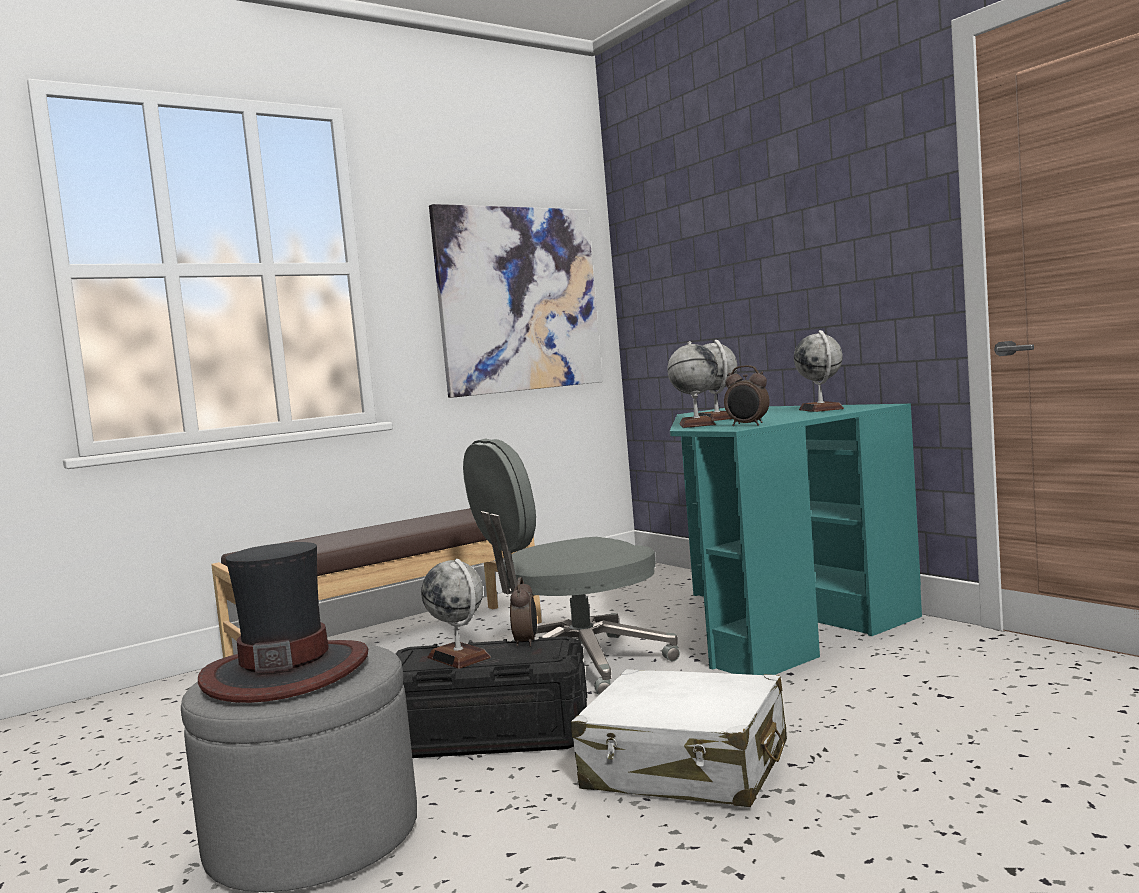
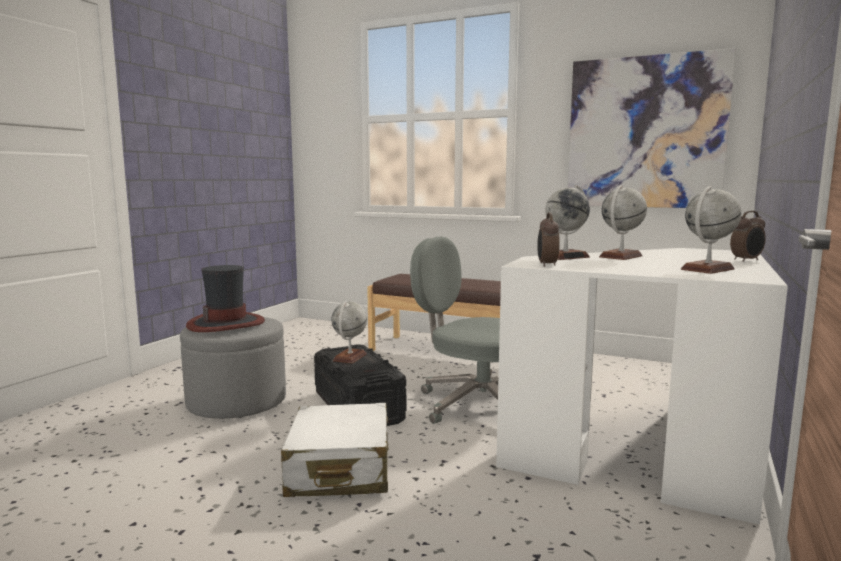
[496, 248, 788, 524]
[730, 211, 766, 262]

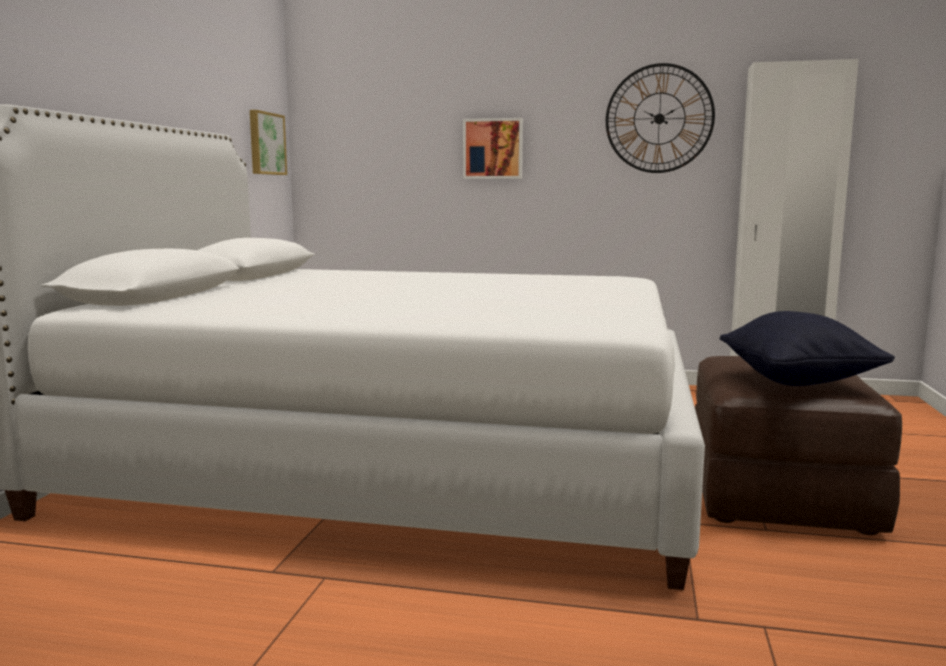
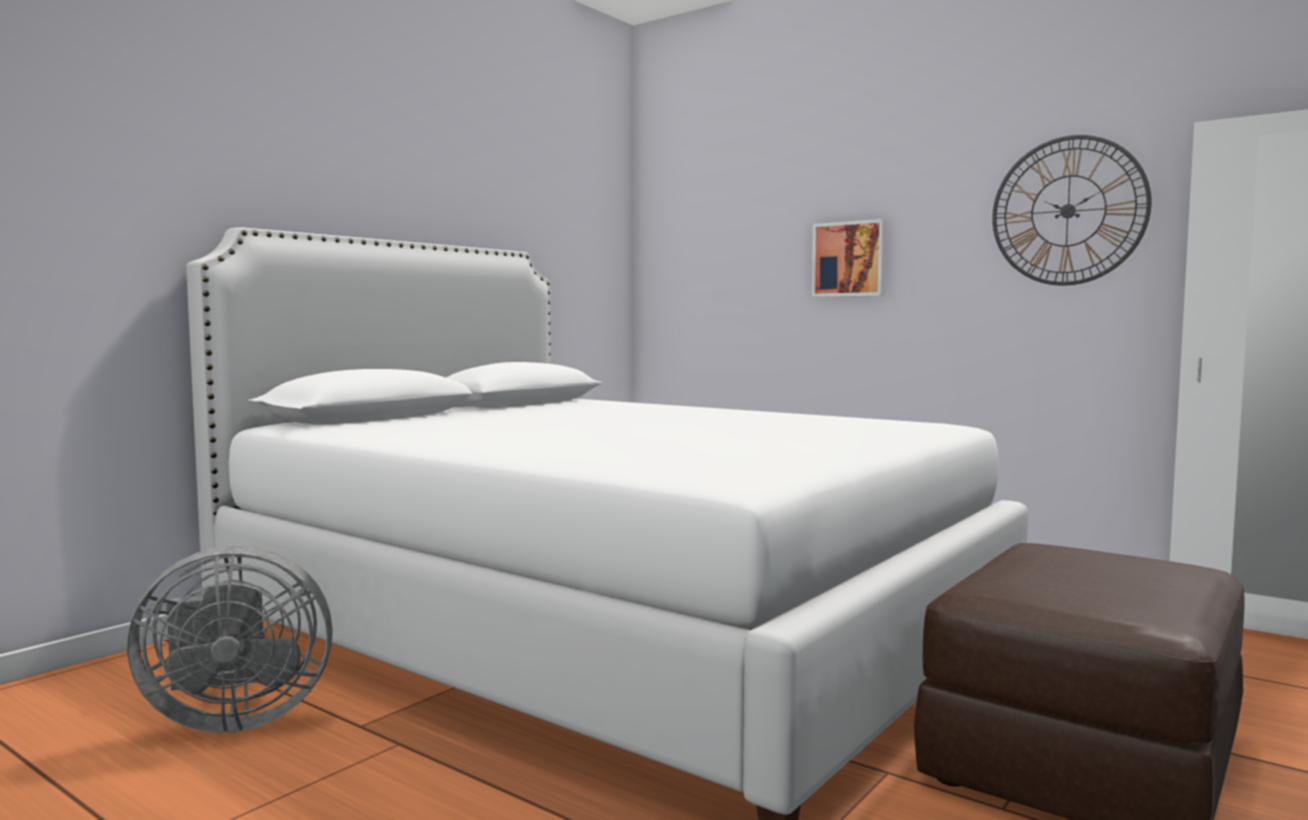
[127, 545, 333, 733]
[250, 110, 287, 175] (first image)
[719, 311, 895, 386] (first image)

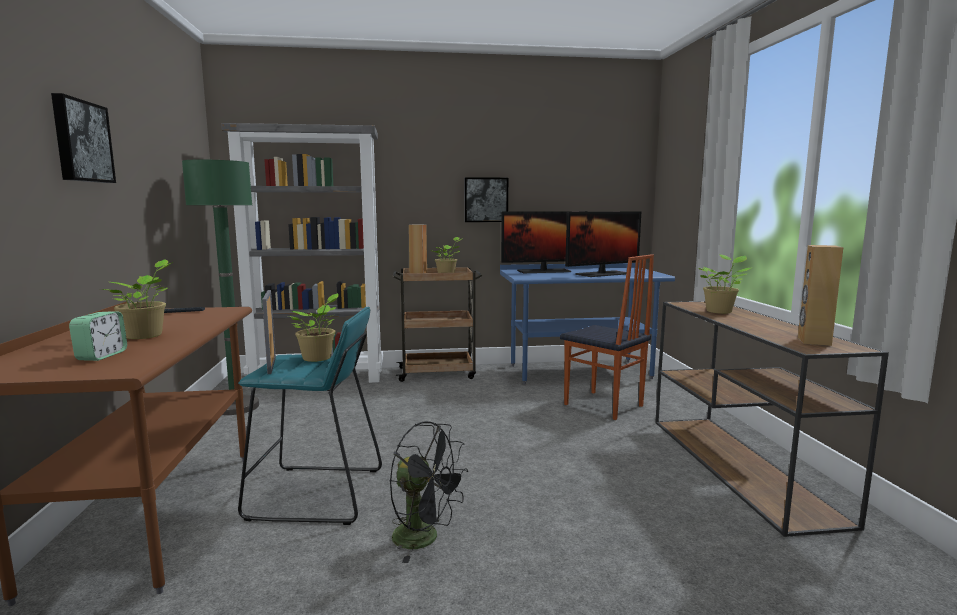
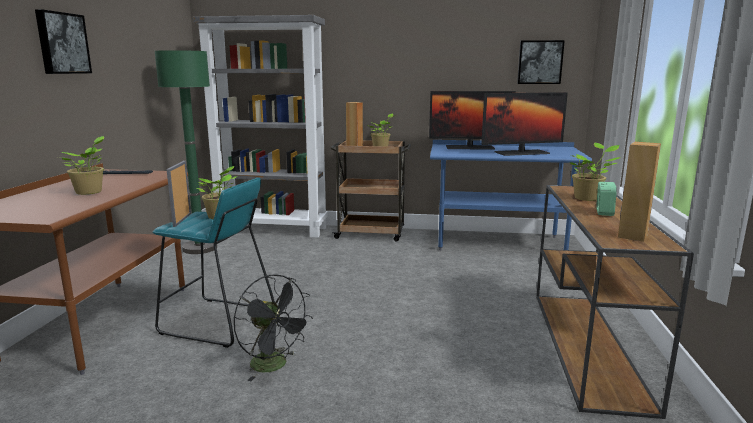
[517, 40, 565, 84]
[596, 182, 617, 216]
[560, 254, 654, 420] (first image)

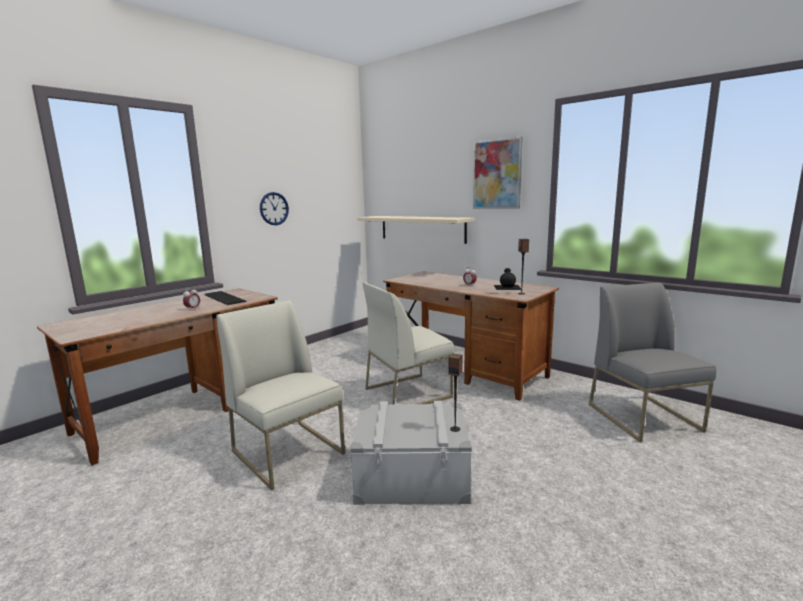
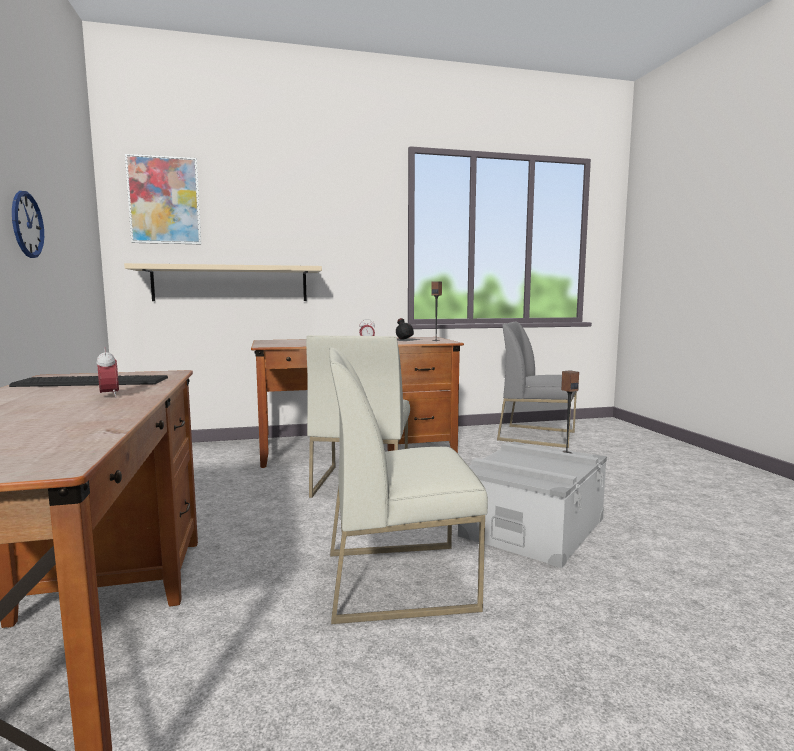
[125, 154, 201, 244]

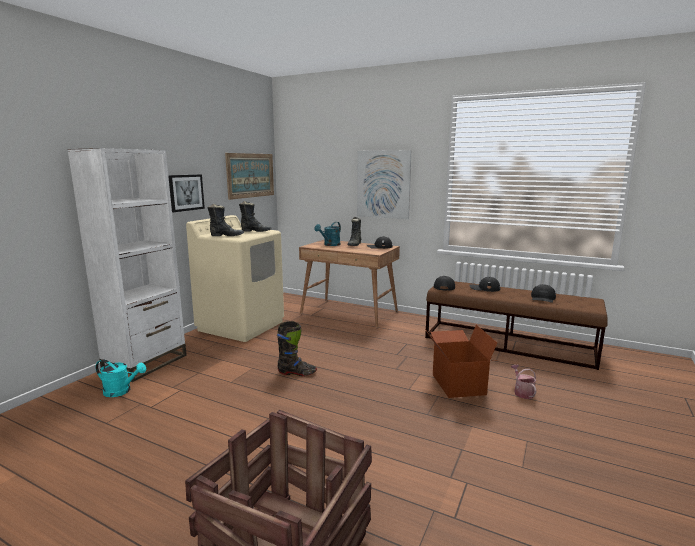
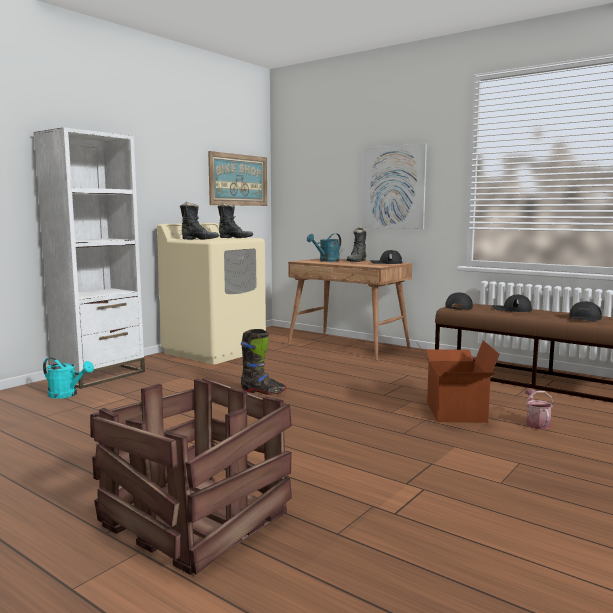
[168, 174, 205, 212] (first image)

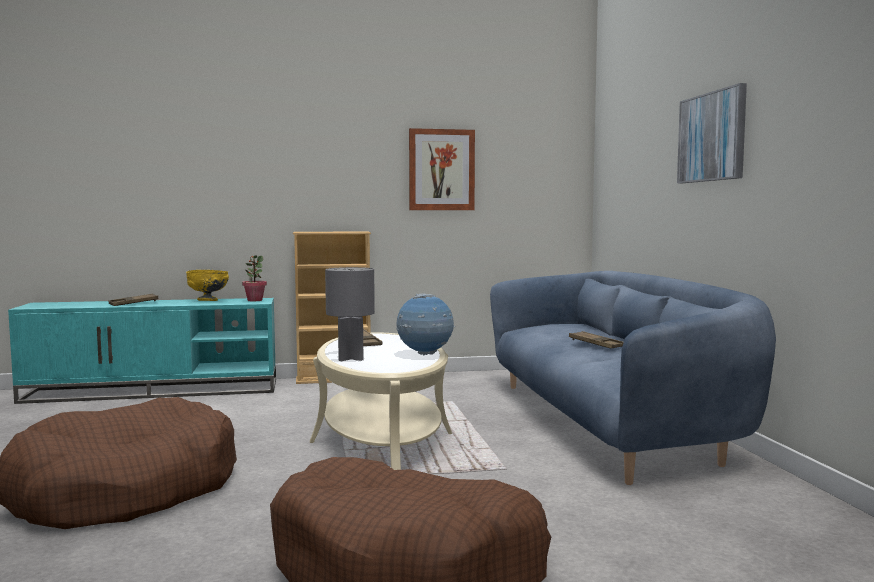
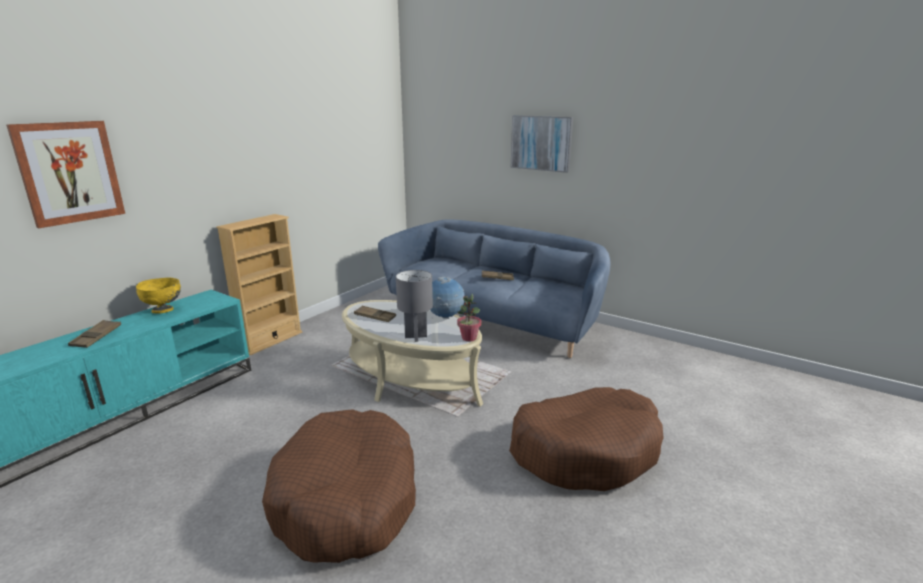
[6, 121, 125, 228]
[457, 294, 481, 342]

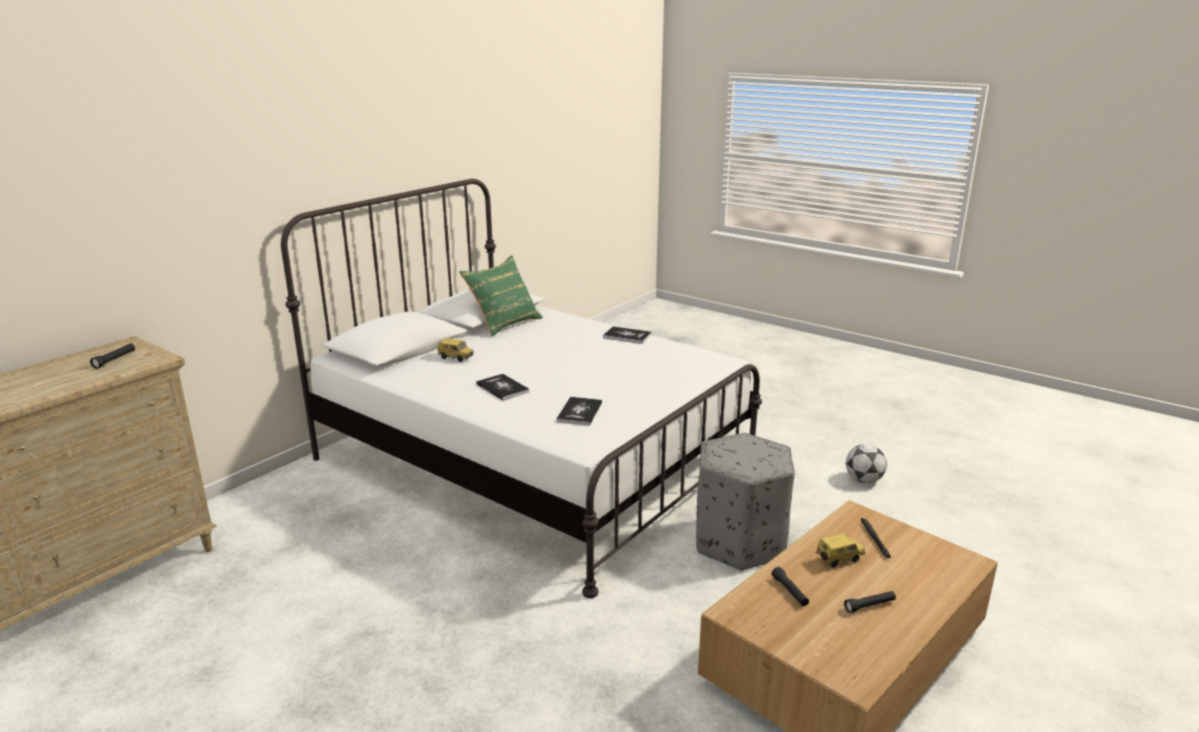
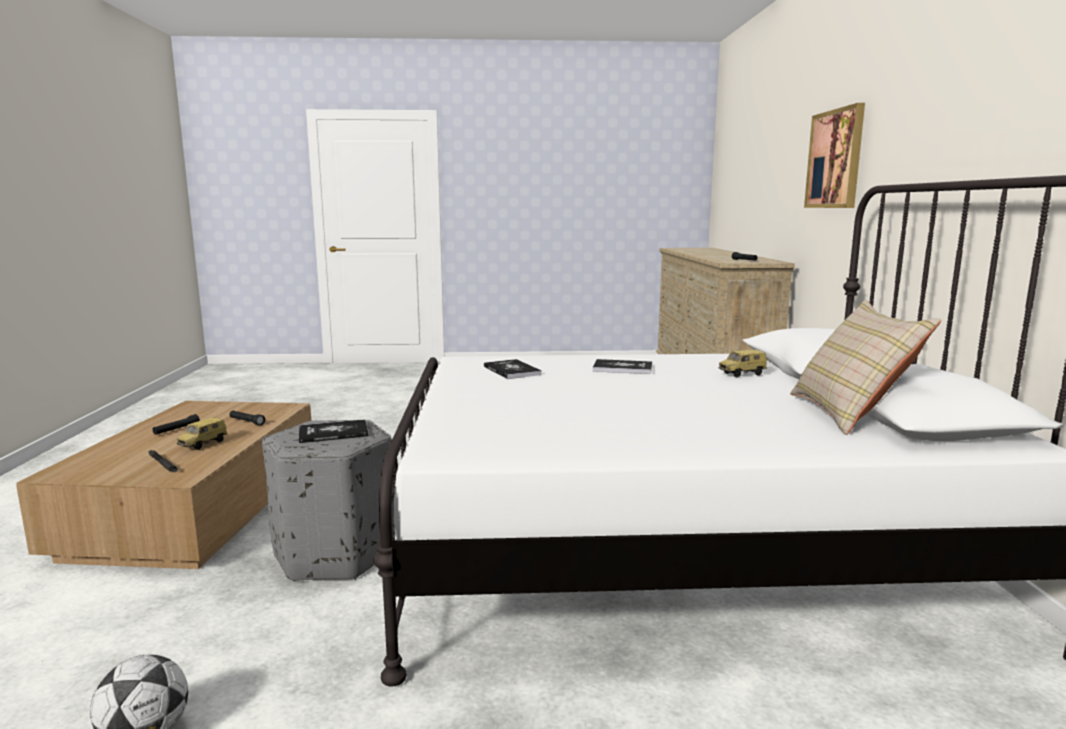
[299, 419, 369, 443]
[790, 300, 941, 435]
[804, 103, 865, 208]

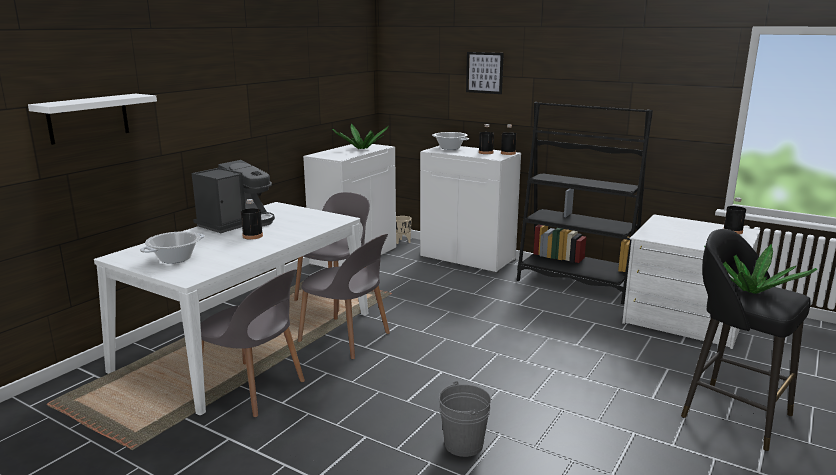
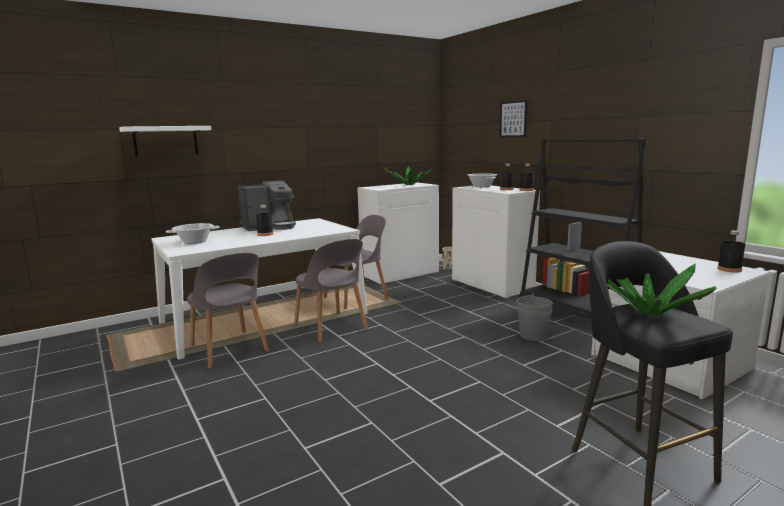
[517, 294, 553, 341]

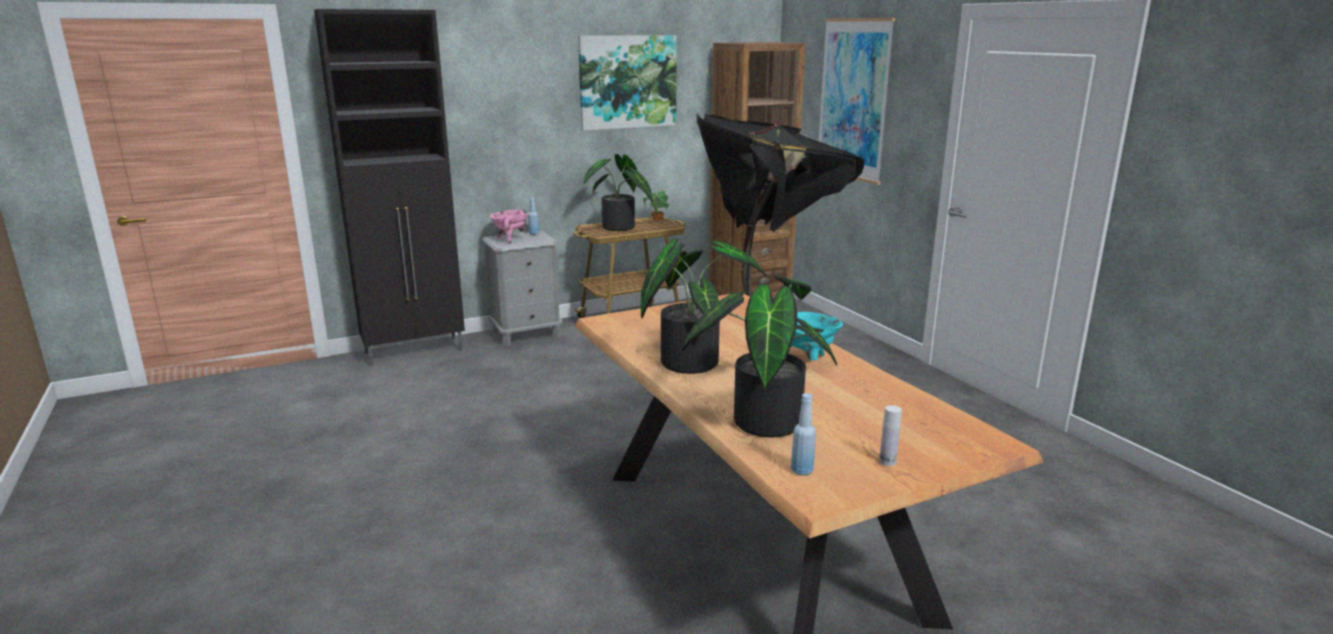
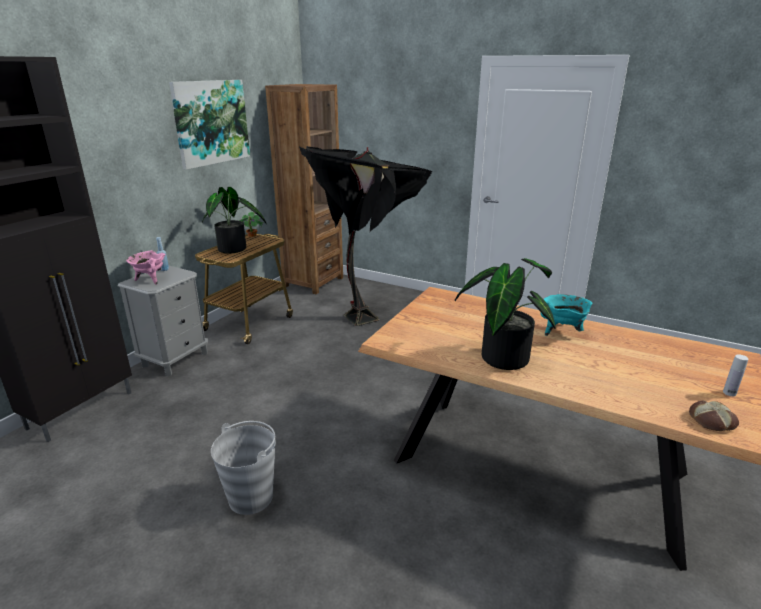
[211, 421, 275, 515]
[689, 400, 739, 431]
[681, 275, 837, 437] (first image)
[819, 18, 896, 185] (first image)

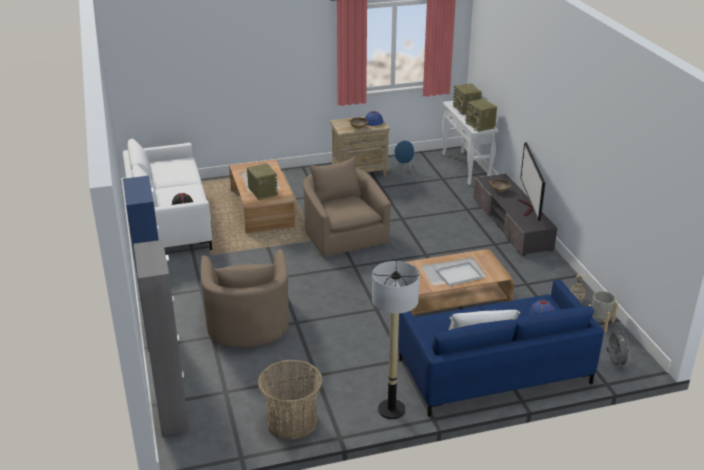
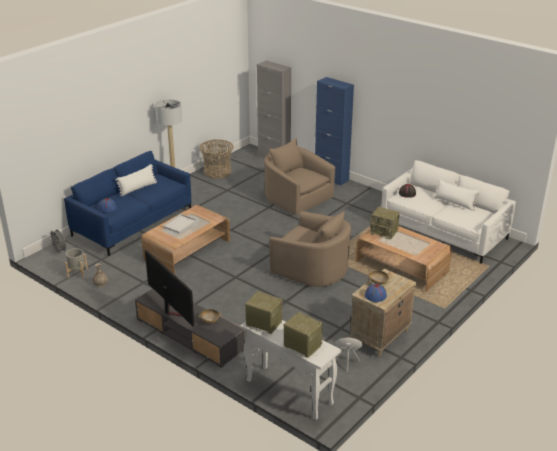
[433, 179, 480, 211]

